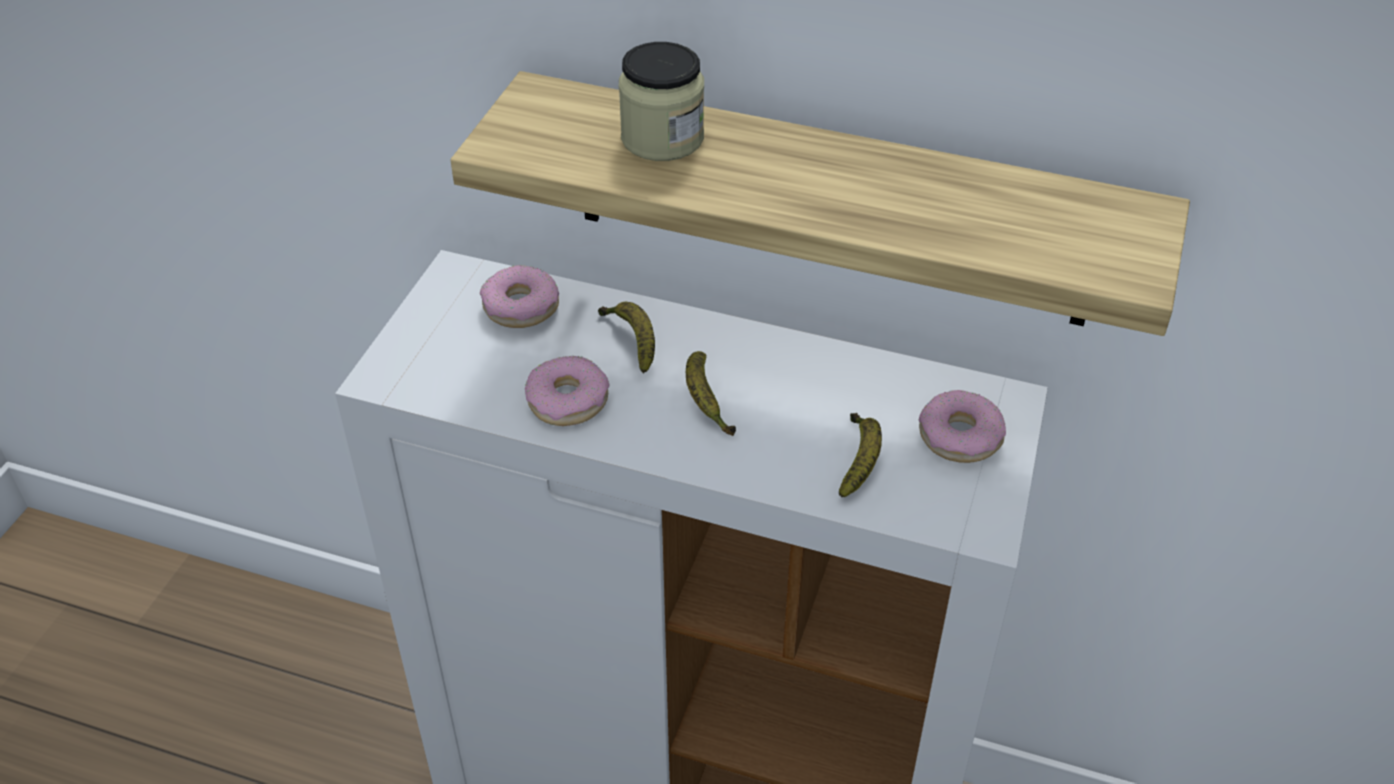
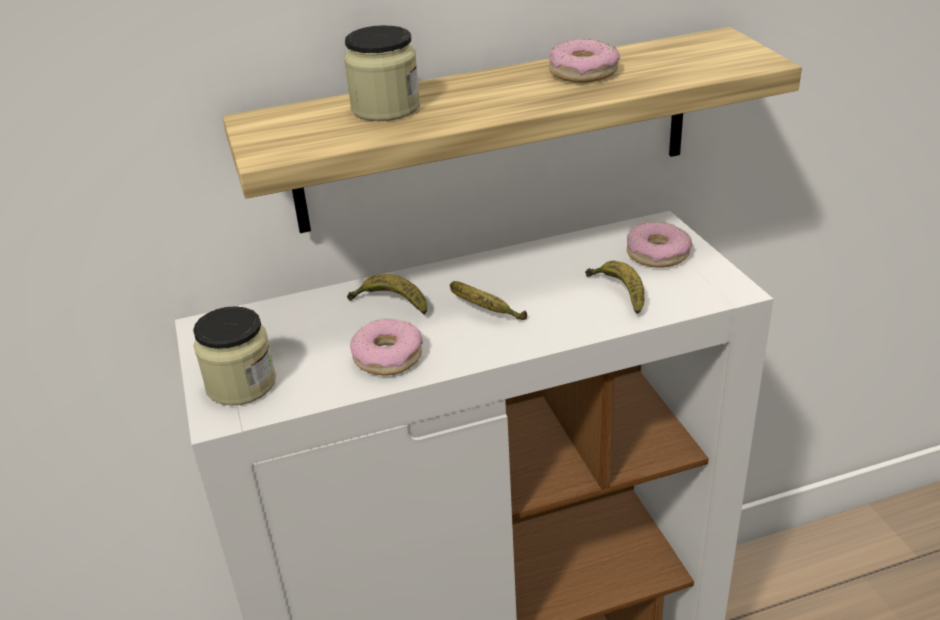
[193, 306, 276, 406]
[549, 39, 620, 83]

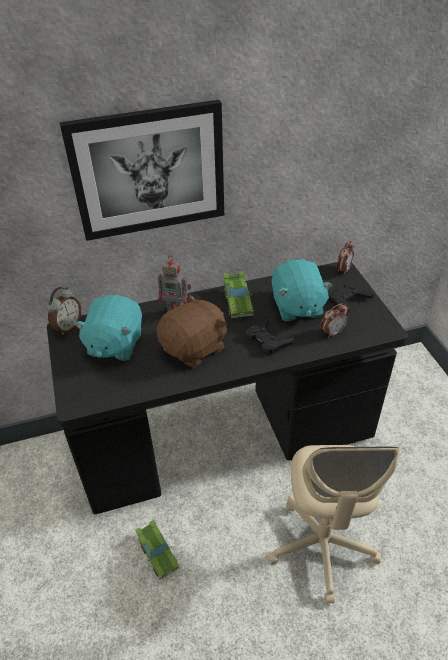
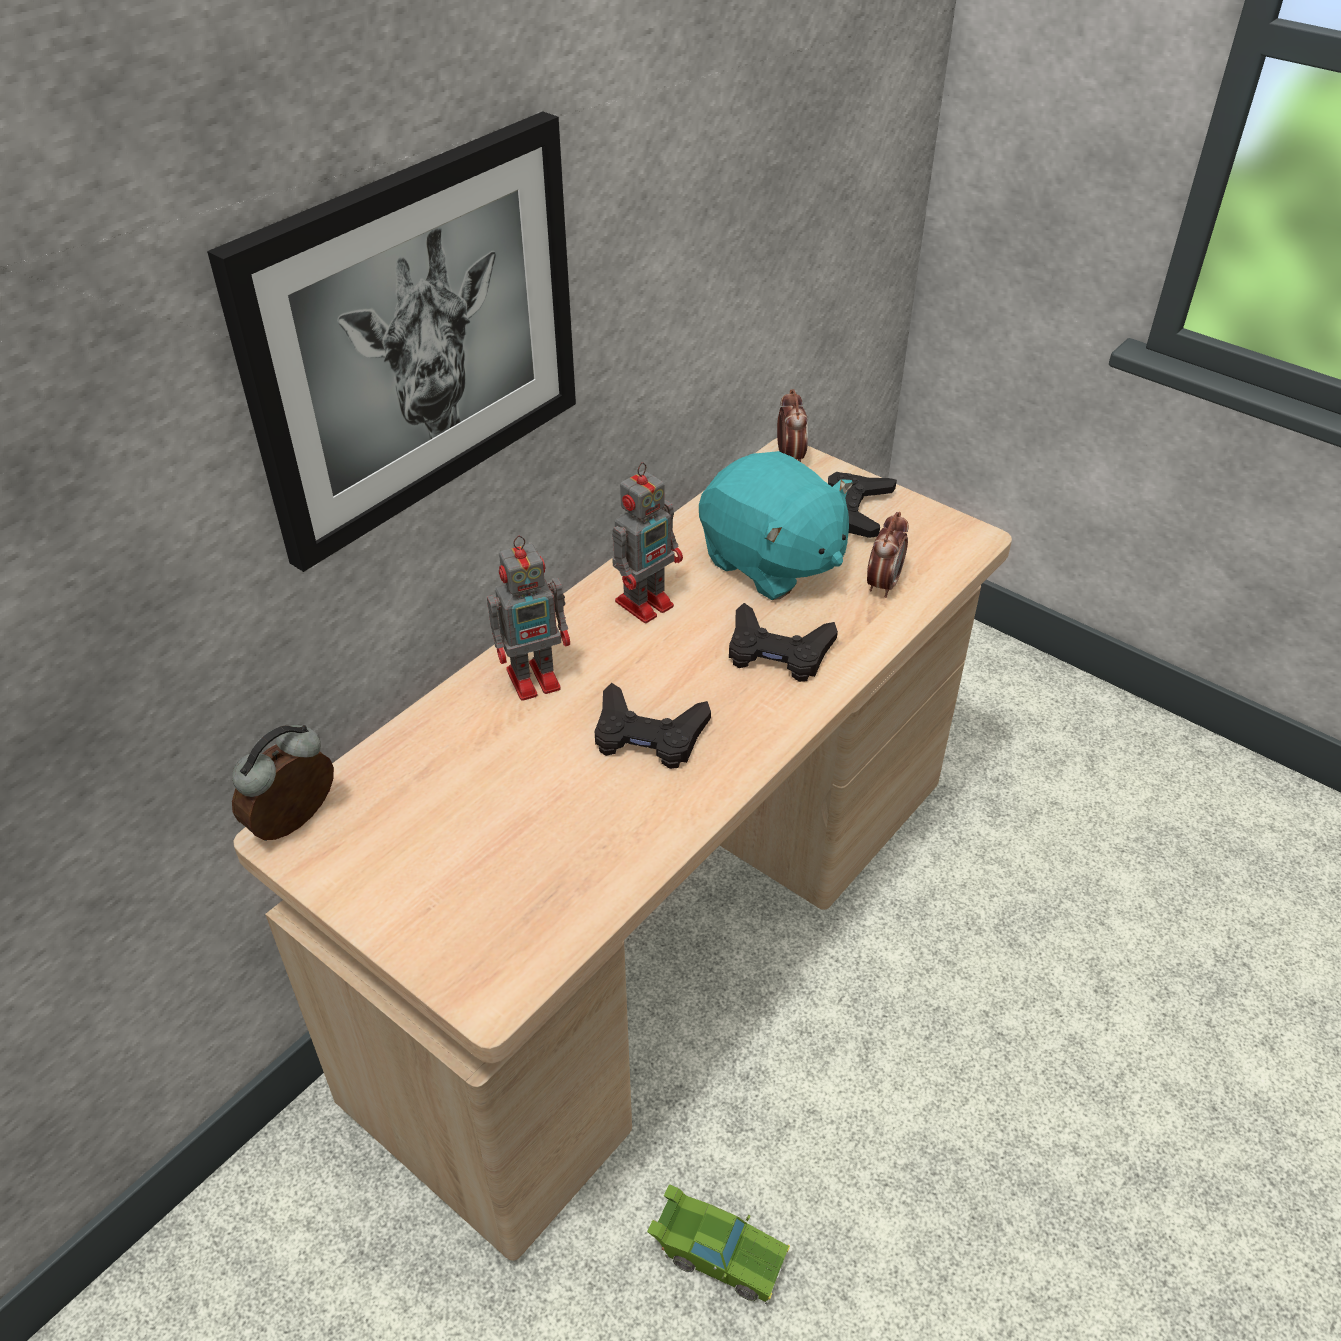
[232, 725, 334, 841]
[233, 438, 1012, 1261]
[594, 683, 711, 769]
[612, 462, 683, 623]
[74, 295, 142, 361] (first image)
[268, 445, 400, 604] (first image)

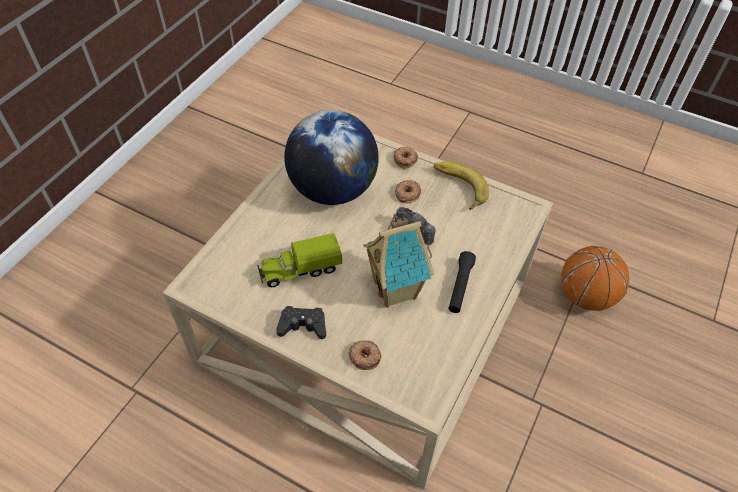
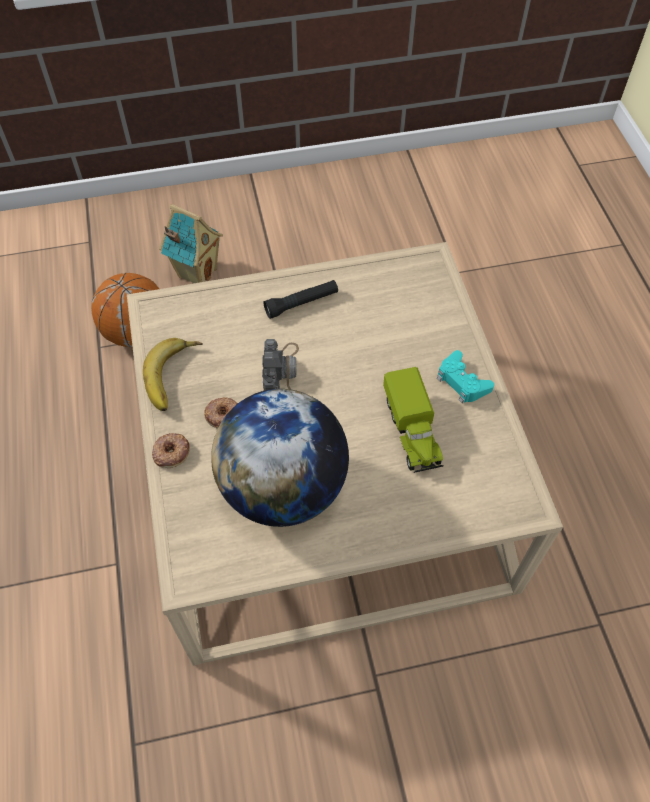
[159, 204, 223, 283]
[383, 367, 444, 473]
[437, 350, 494, 403]
[348, 340, 381, 370] (first image)

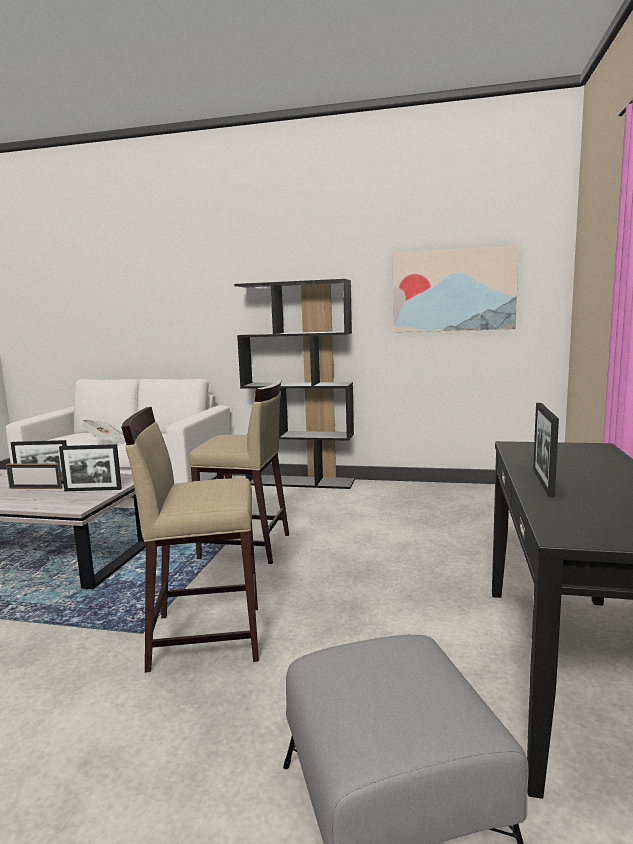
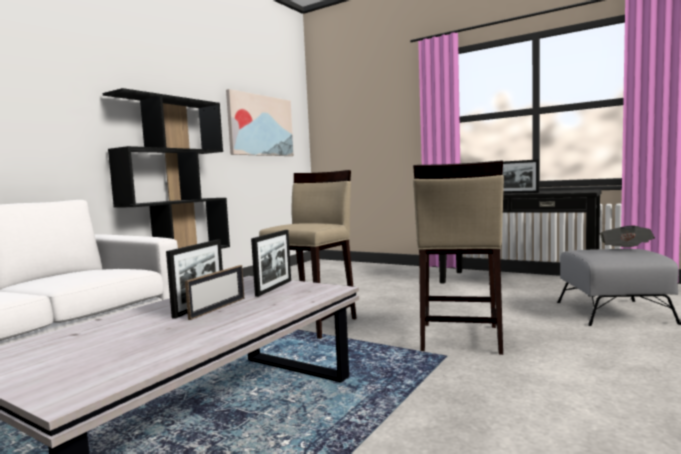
[599, 226, 655, 247]

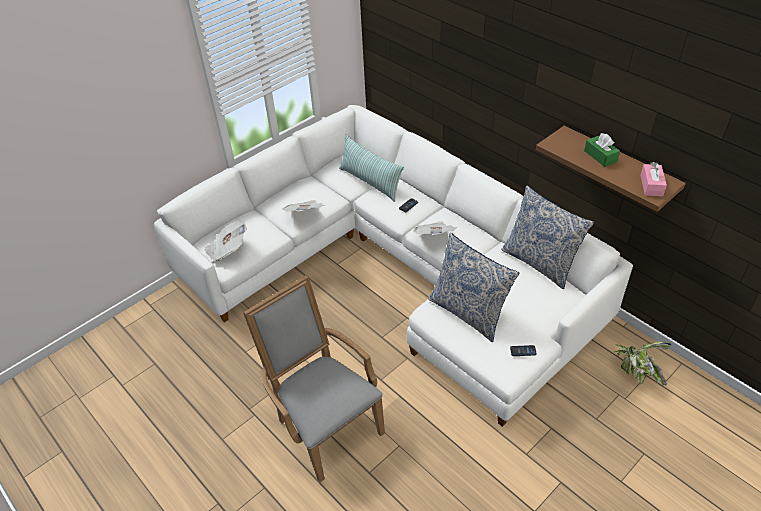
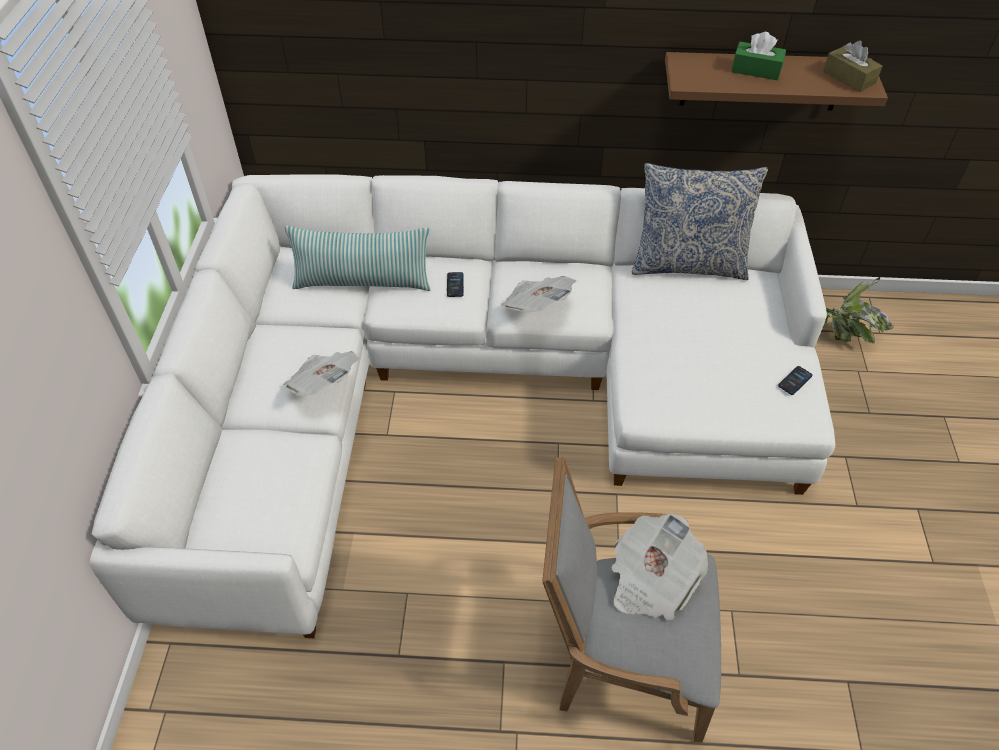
[612, 514, 708, 620]
[823, 41, 882, 92]
[428, 233, 519, 342] (first image)

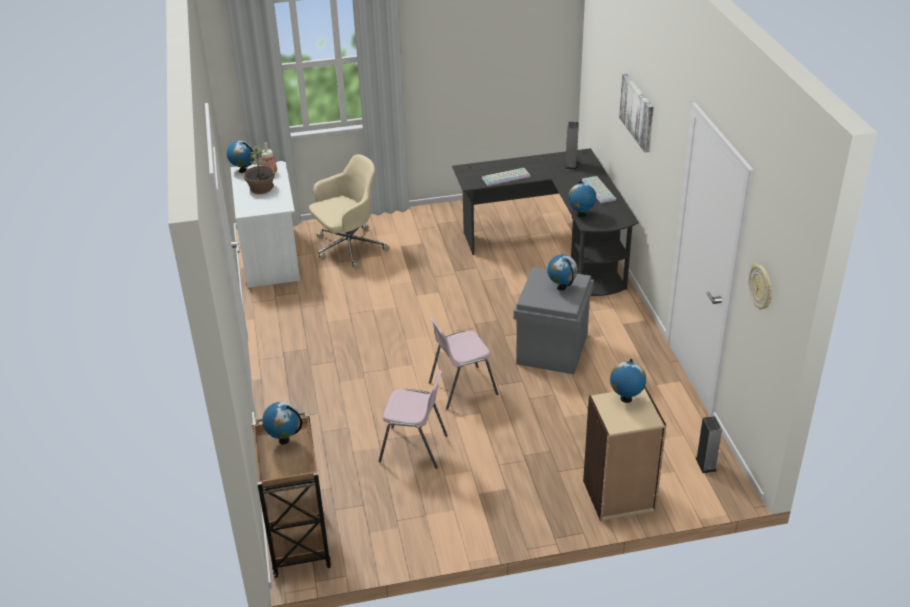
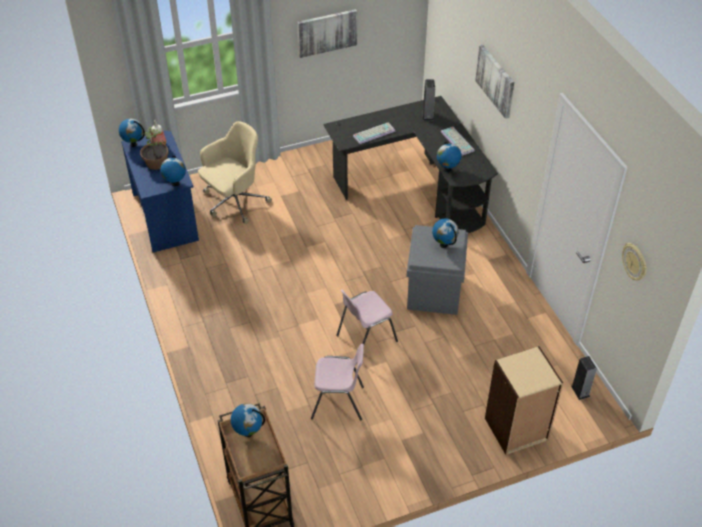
[121, 130, 199, 253]
[160, 156, 186, 186]
[297, 9, 358, 58]

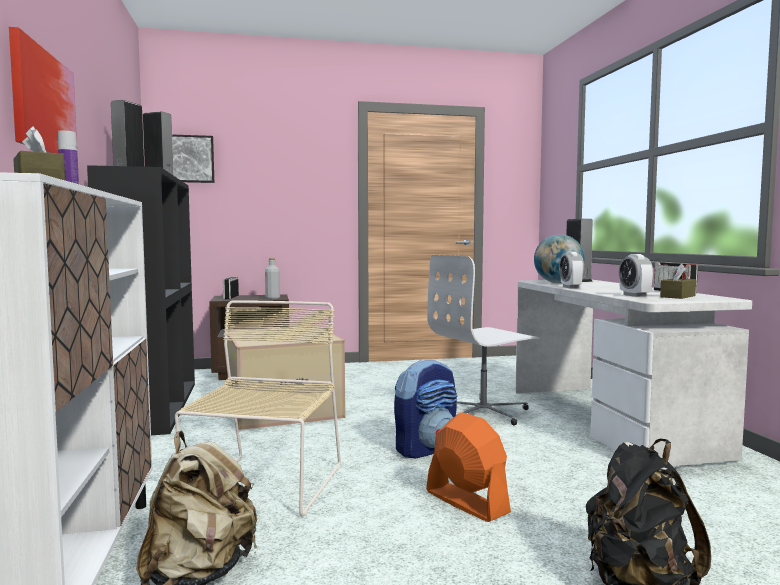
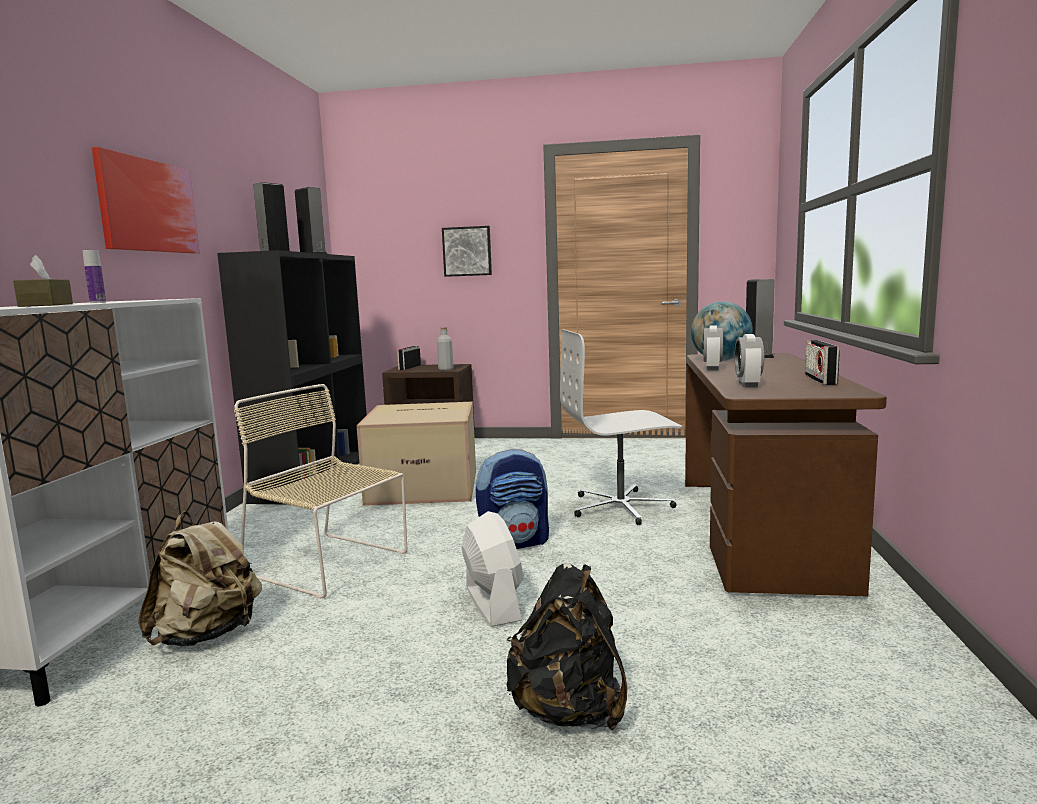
[234, 384, 407, 599]
[442, 226, 492, 277]
[462, 511, 524, 627]
[685, 353, 887, 596]
[660, 264, 696, 299] (first image)

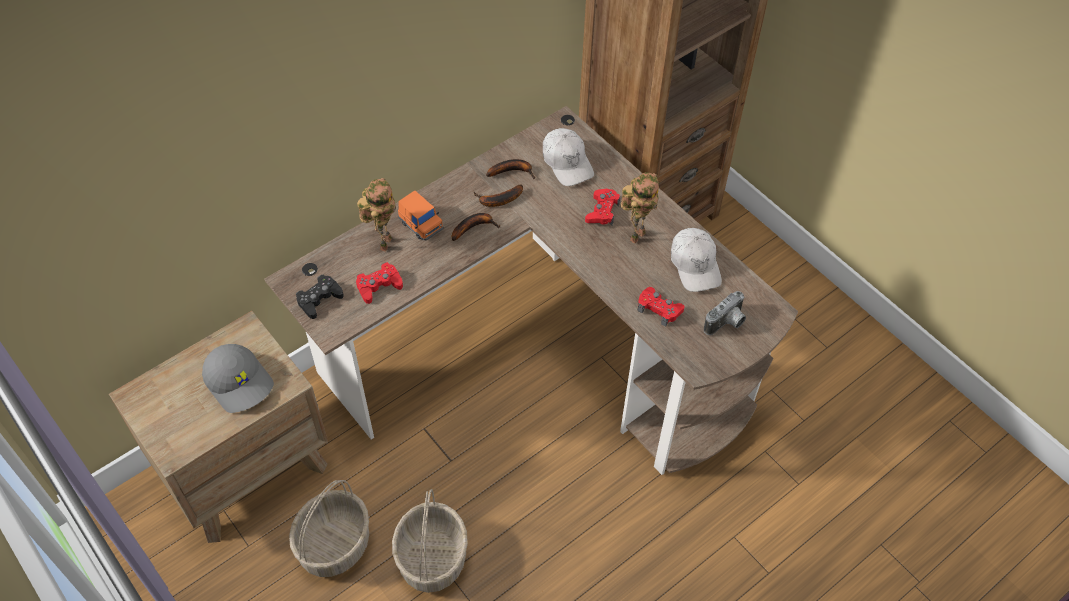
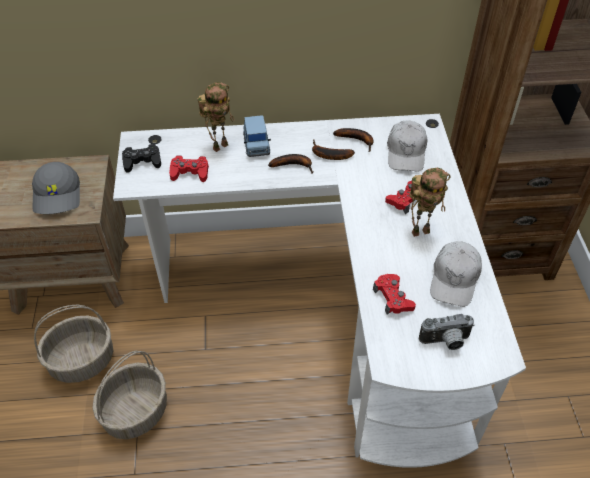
[113, 114, 526, 468]
[243, 115, 271, 157]

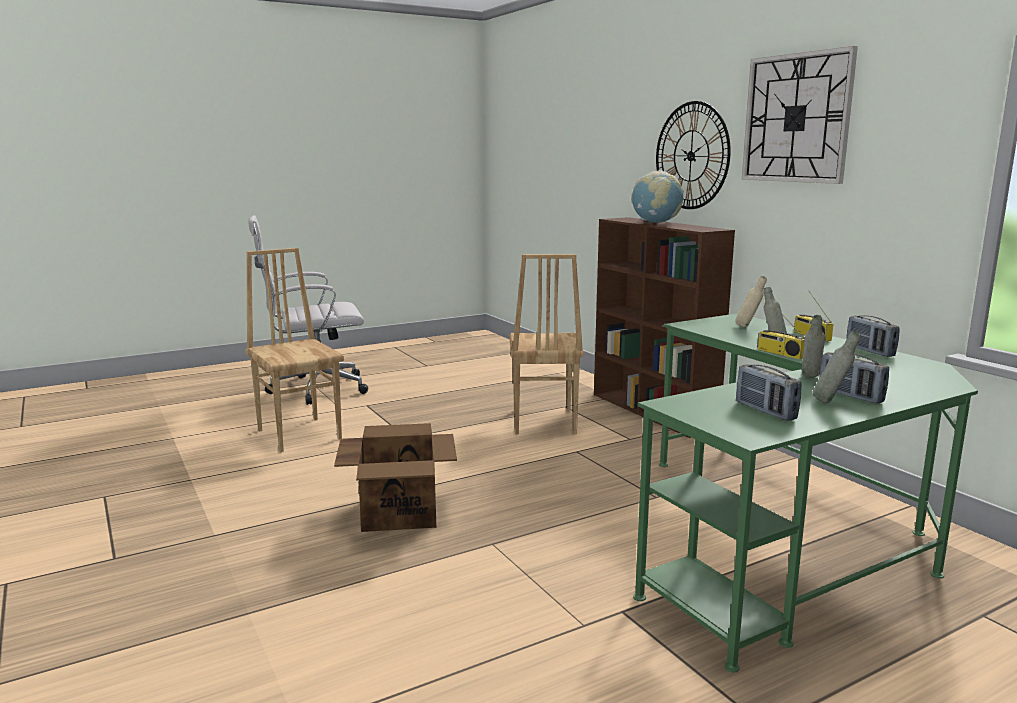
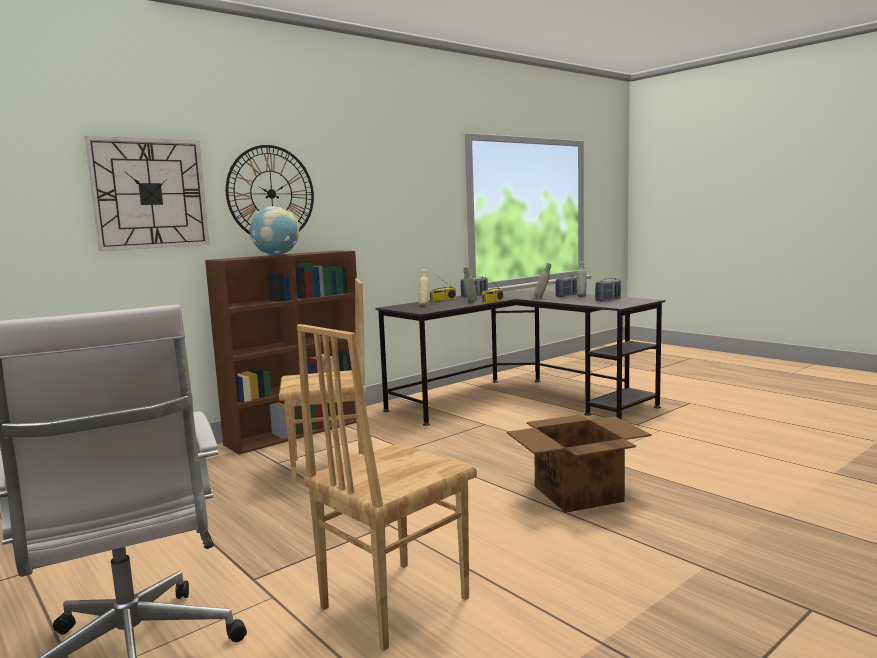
[85, 136, 210, 251]
[376, 290, 665, 426]

